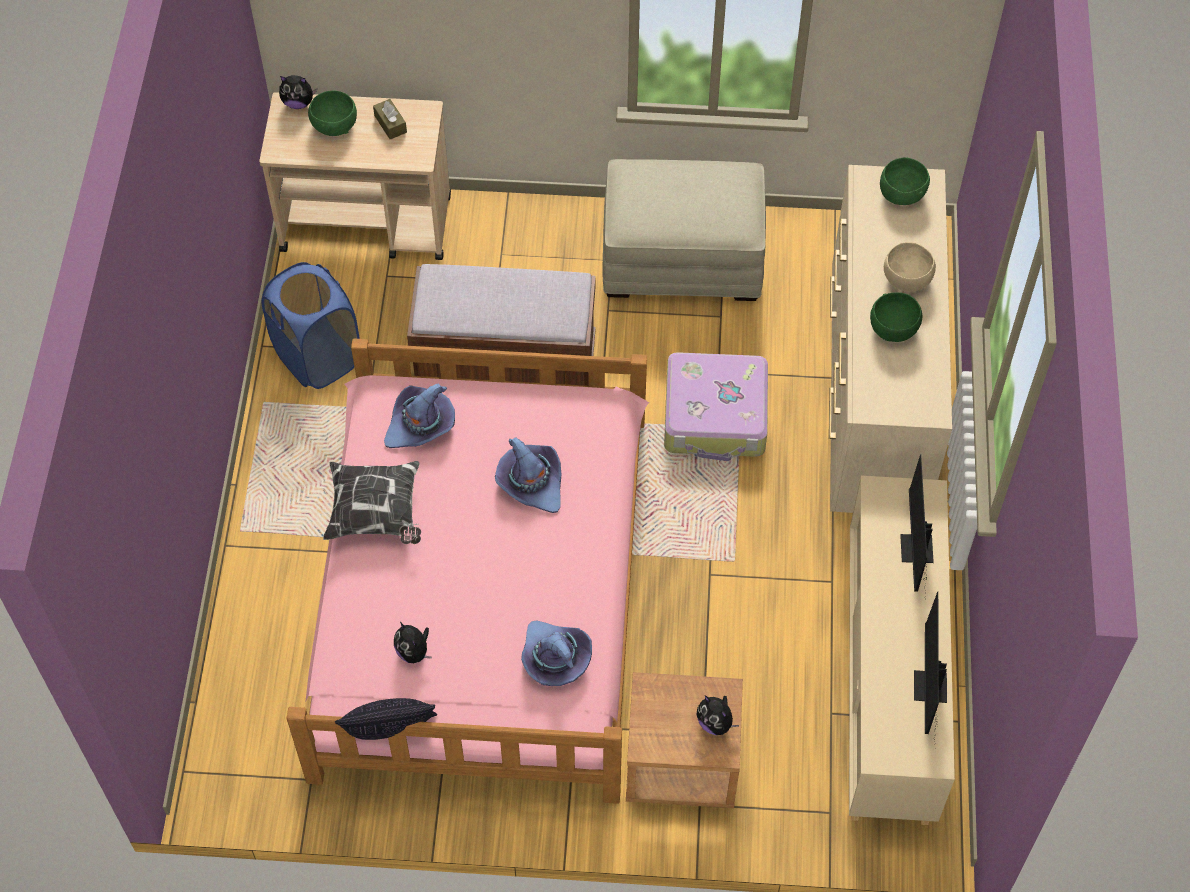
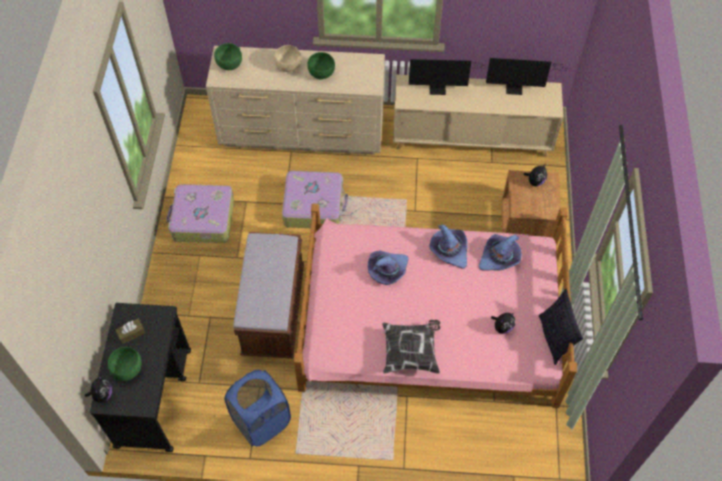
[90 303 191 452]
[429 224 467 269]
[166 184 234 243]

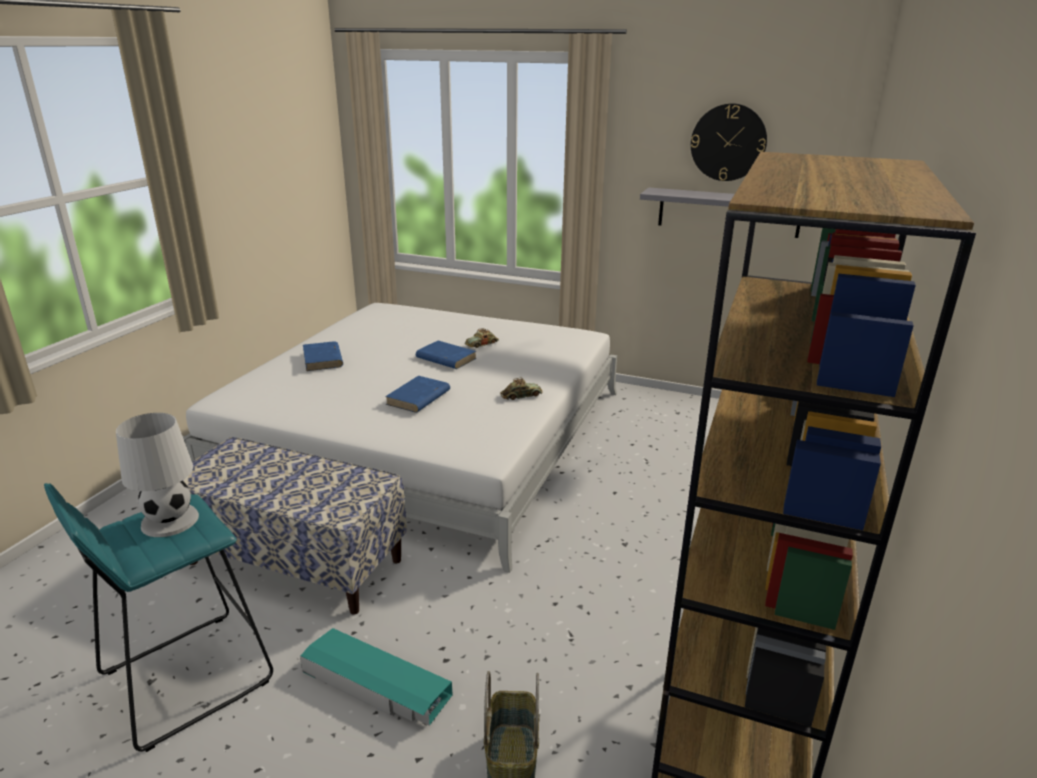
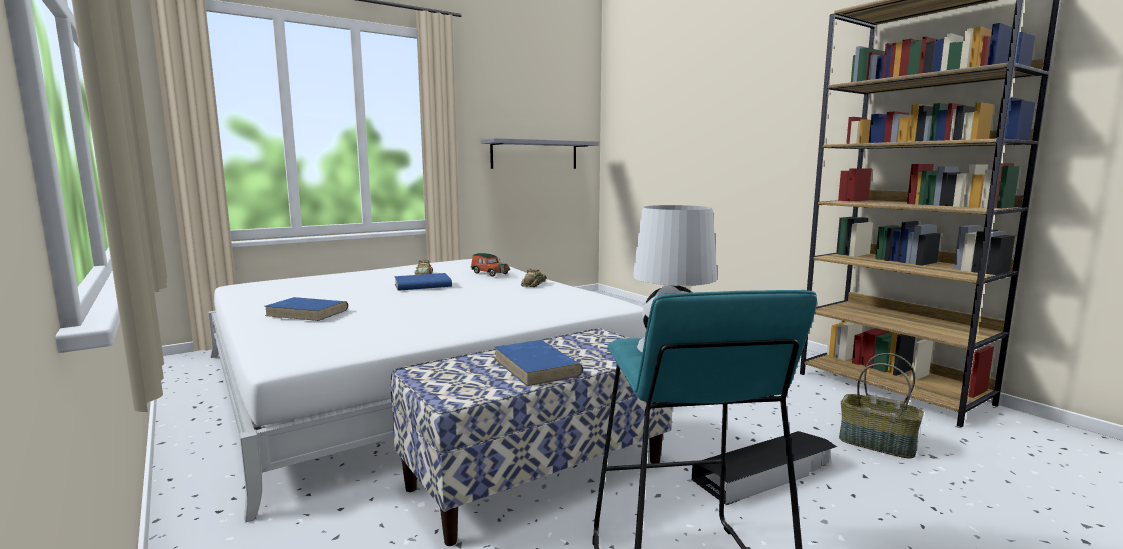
[692 431 837 505]
[494 340 583 386]
[691 103 767 181] (first image)
[471 253 510 277]

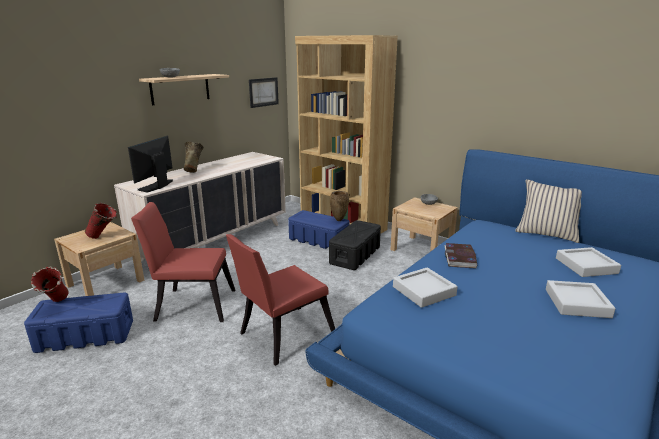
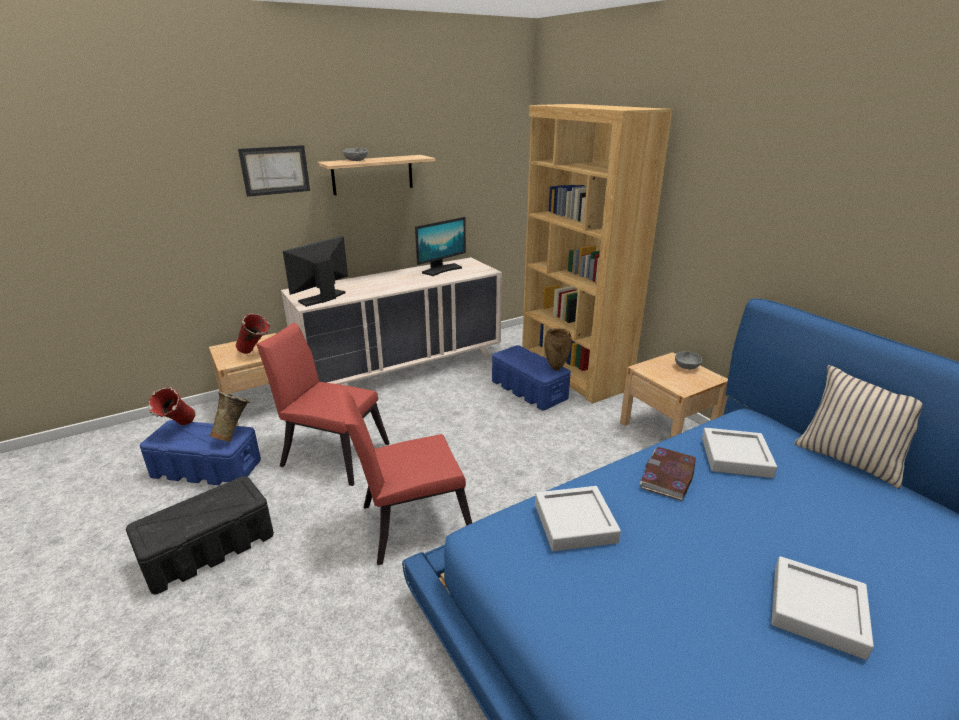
[210 392 250 442]
[238 145 310 197]
[126 476 274 594]
[702 428 777 478]
[415 217 466 276]

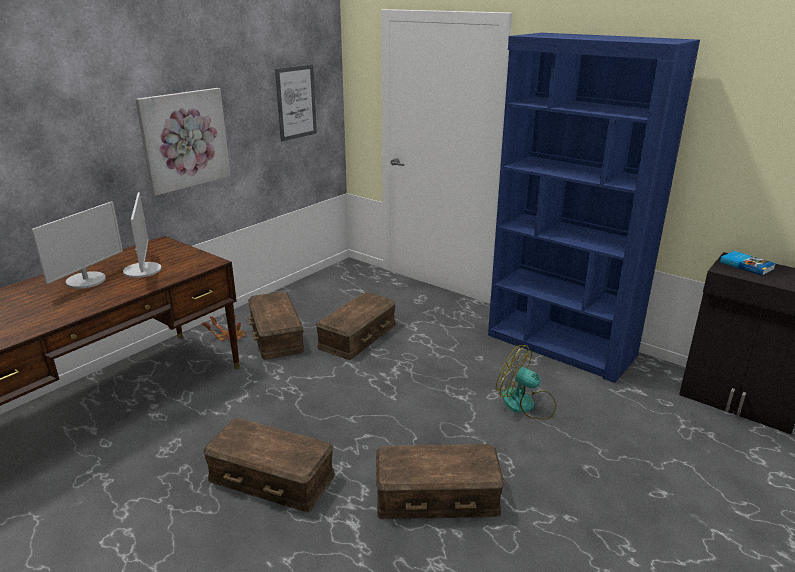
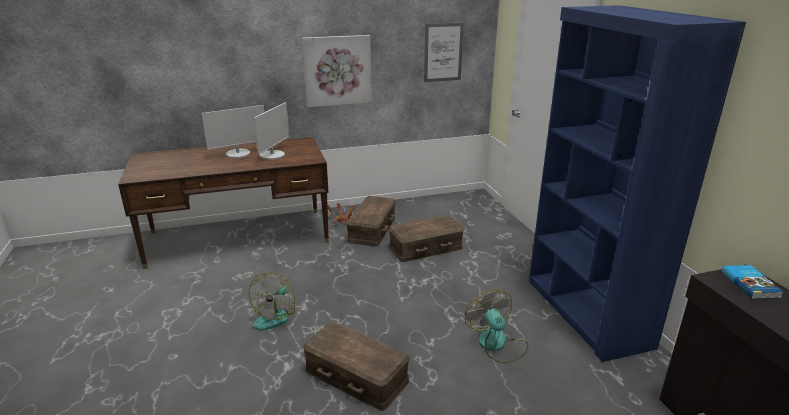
[249 272 295 330]

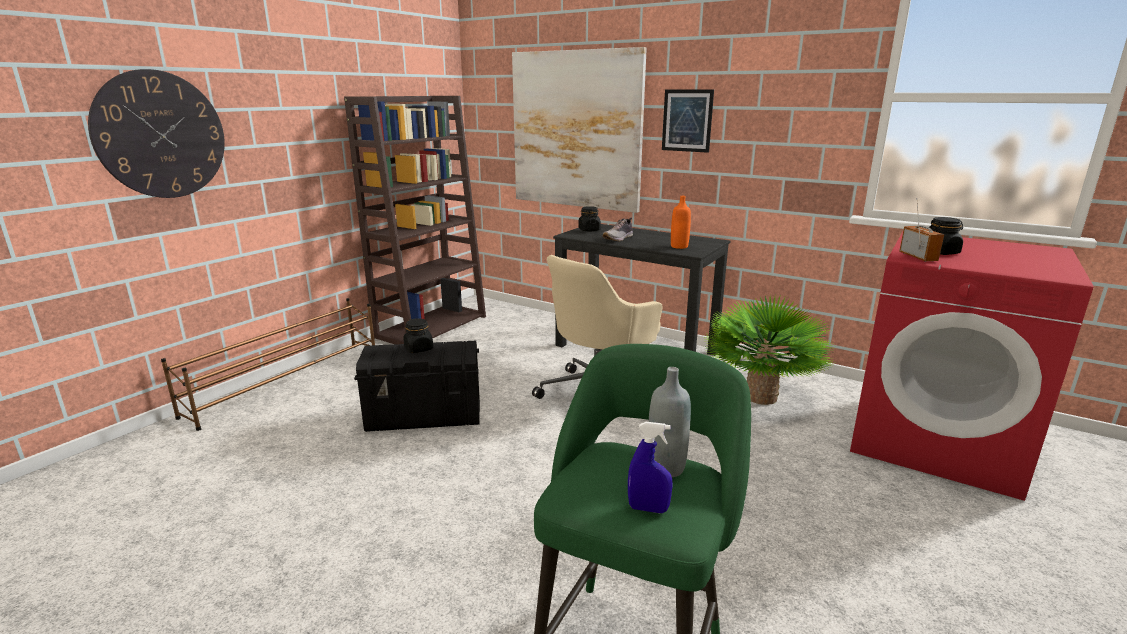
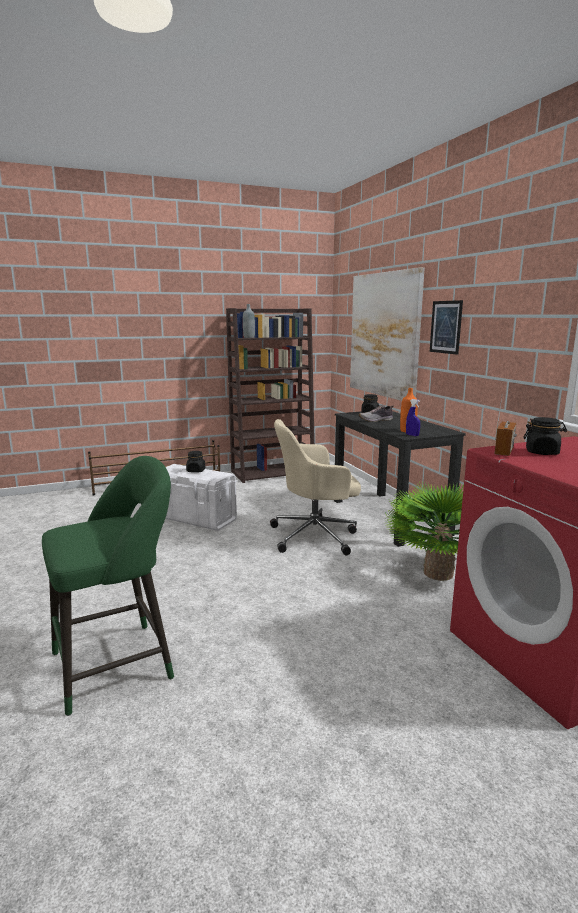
[88 69 225 198] (first image)
[165 464 238 531]
[406 399 420 436]
[243 304 255 338]

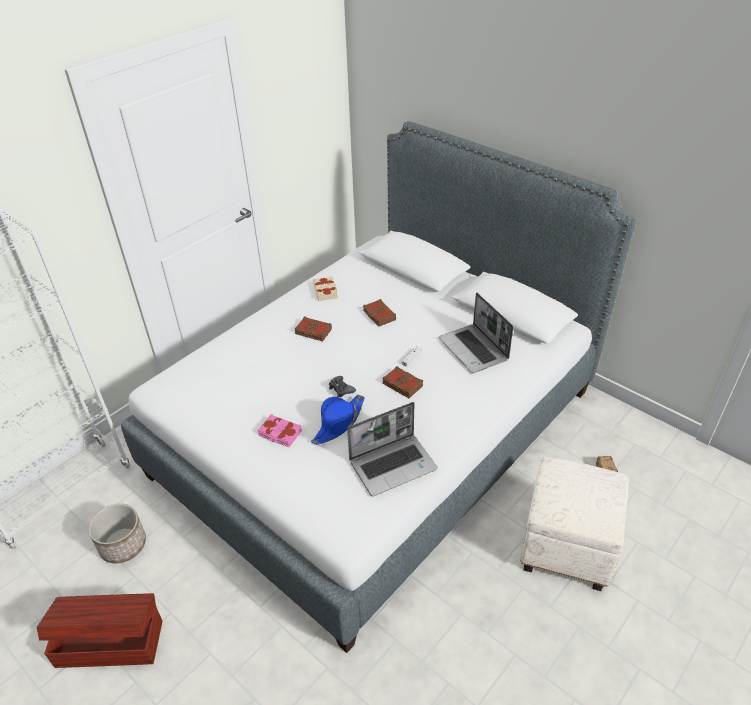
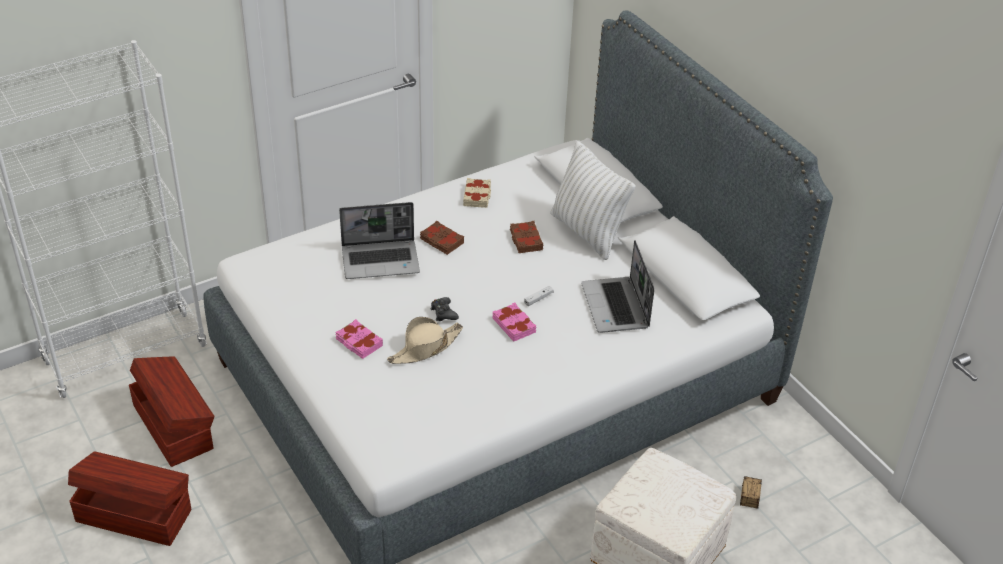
[129 356 214 467]
[387 317 463 364]
[339 202 420 279]
[492 303 536 342]
[550 141 636 260]

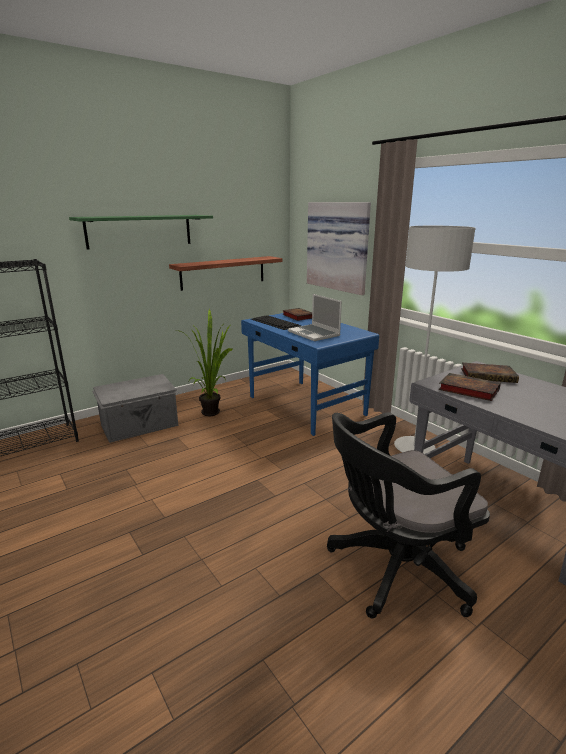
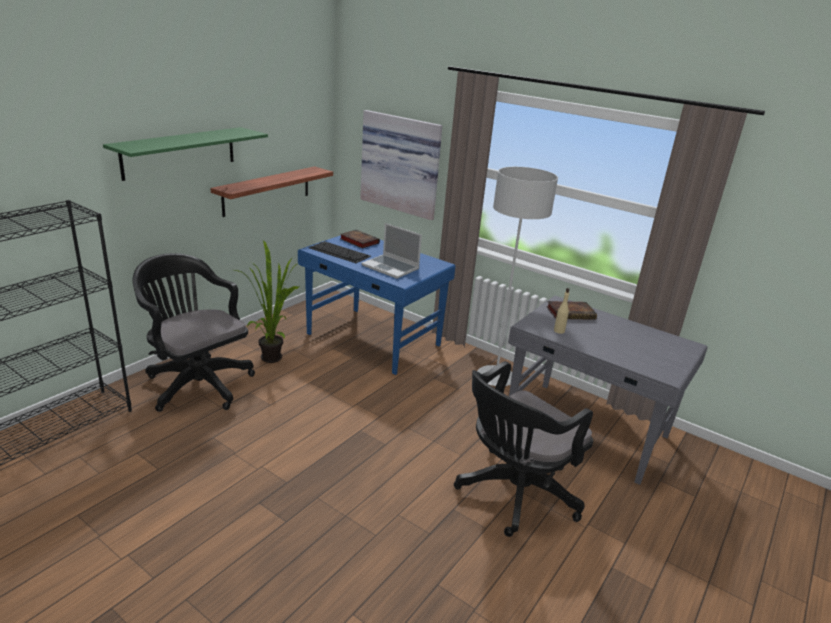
[132 253 255 412]
[554 288 570 334]

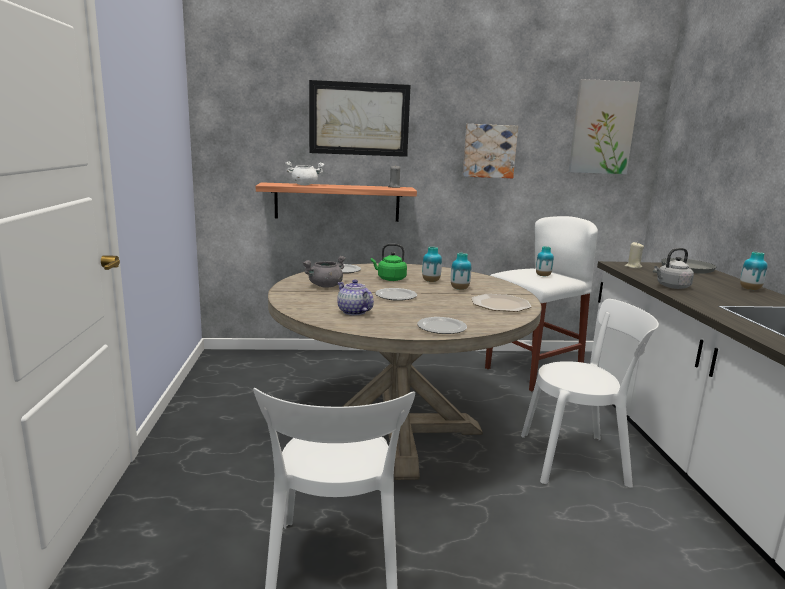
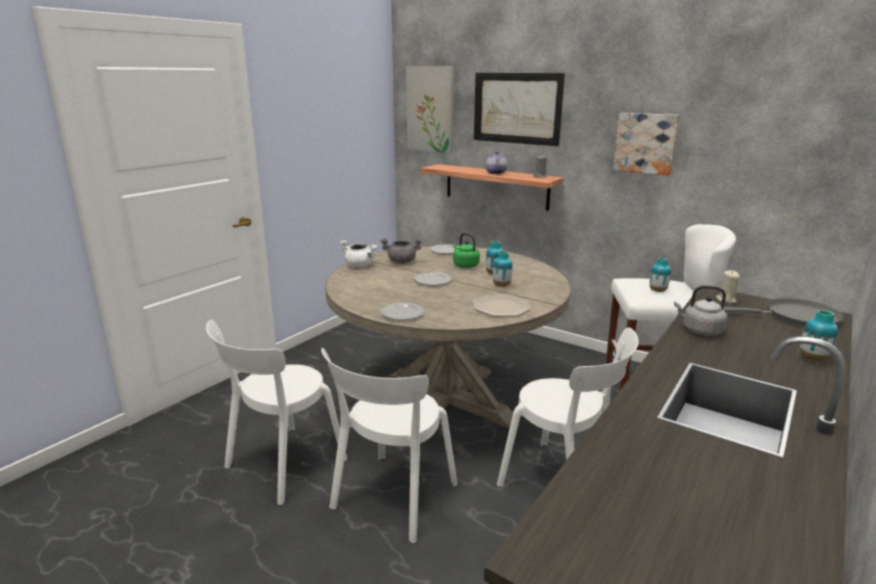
[340 240 378 267]
[486 151 507 174]
[406 66 454 153]
[321 348 458 543]

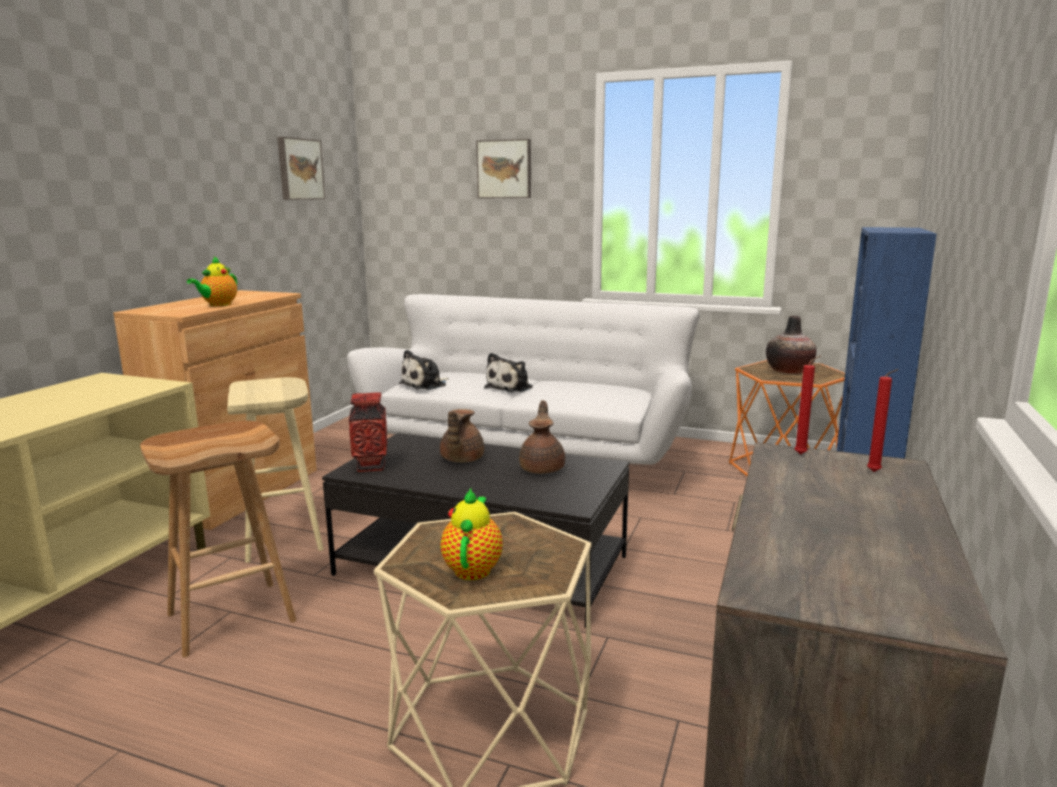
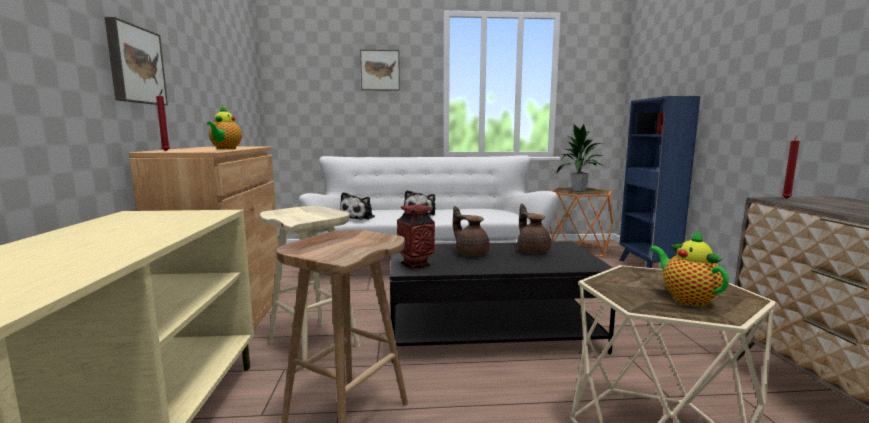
[105 17 168 105]
[453 206 490 256]
[556 123 607 192]
[156 90 170 151]

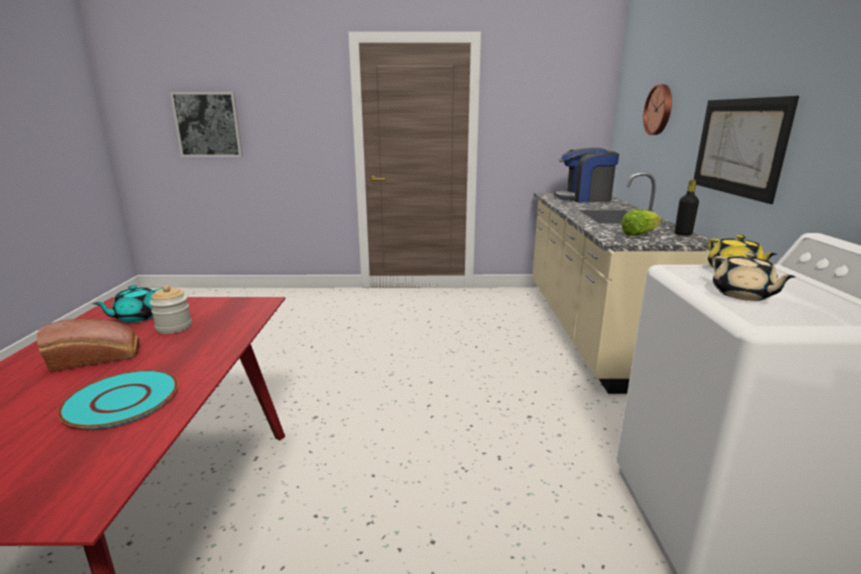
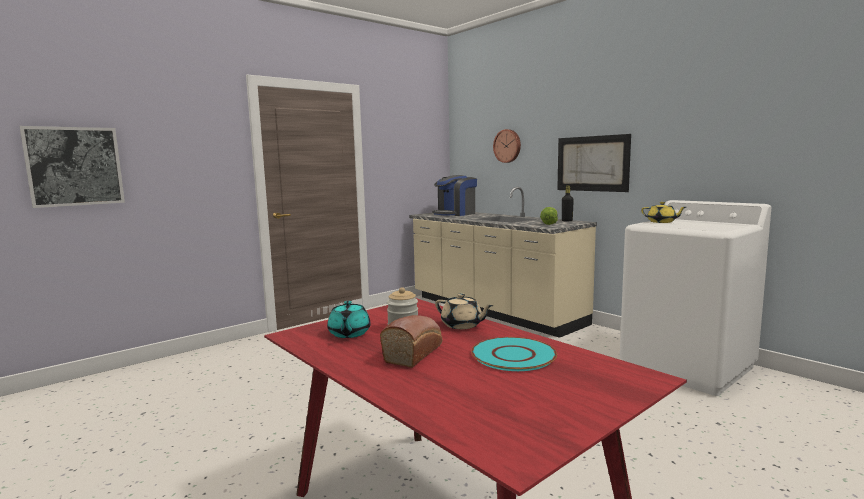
[435 293 493 329]

